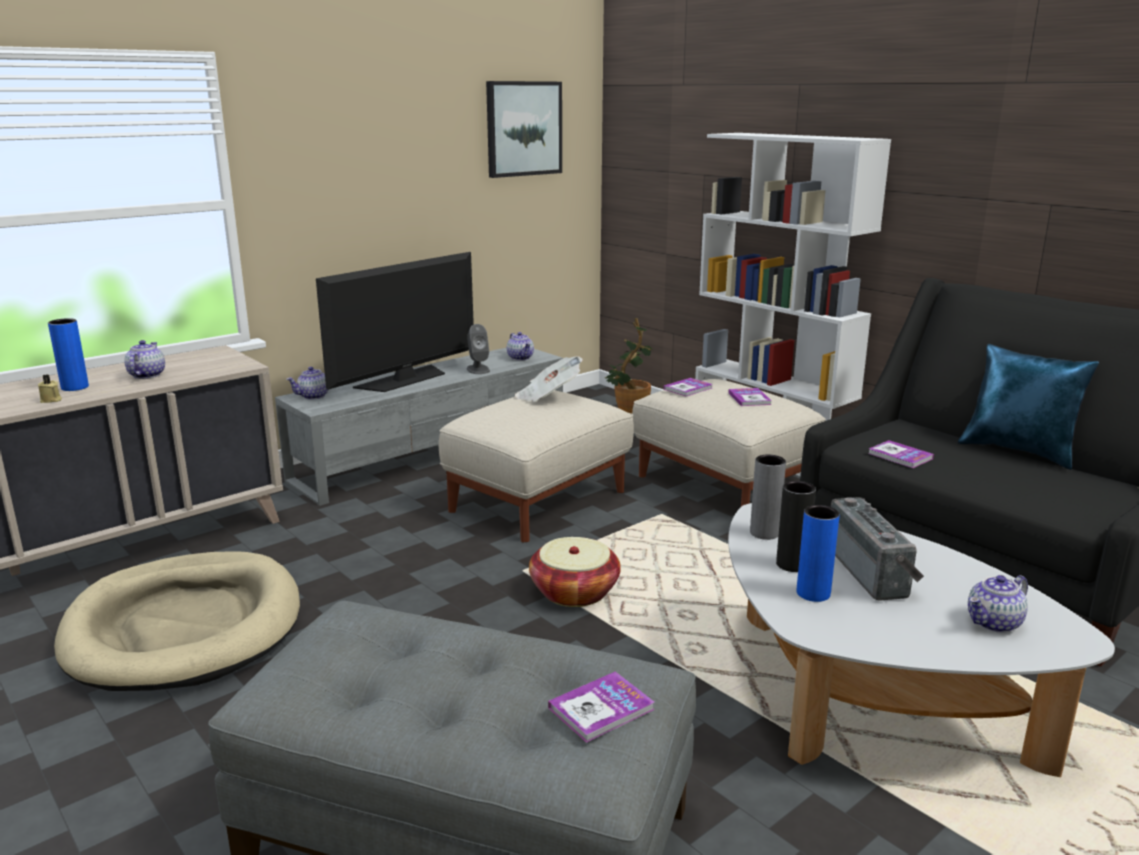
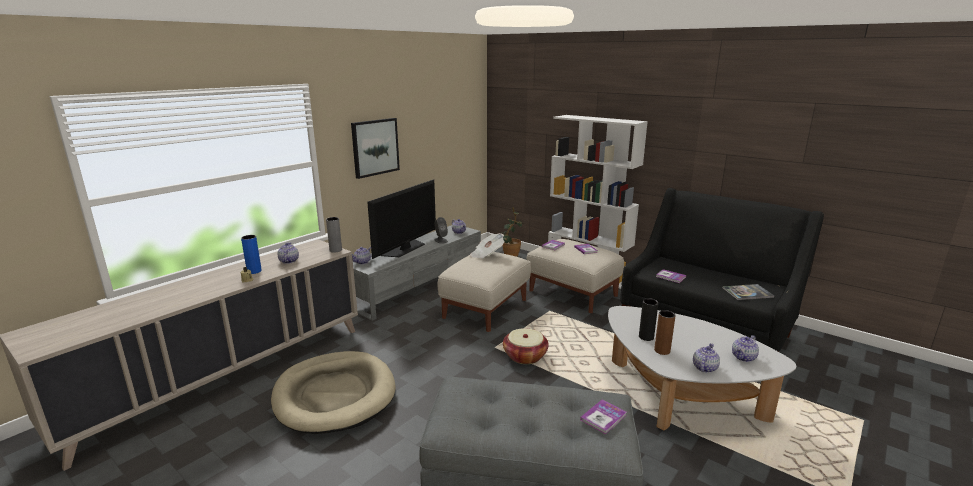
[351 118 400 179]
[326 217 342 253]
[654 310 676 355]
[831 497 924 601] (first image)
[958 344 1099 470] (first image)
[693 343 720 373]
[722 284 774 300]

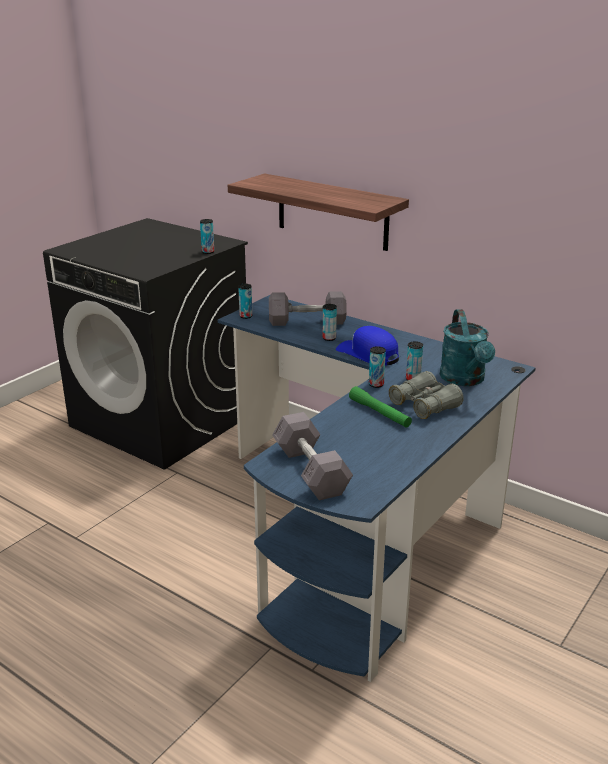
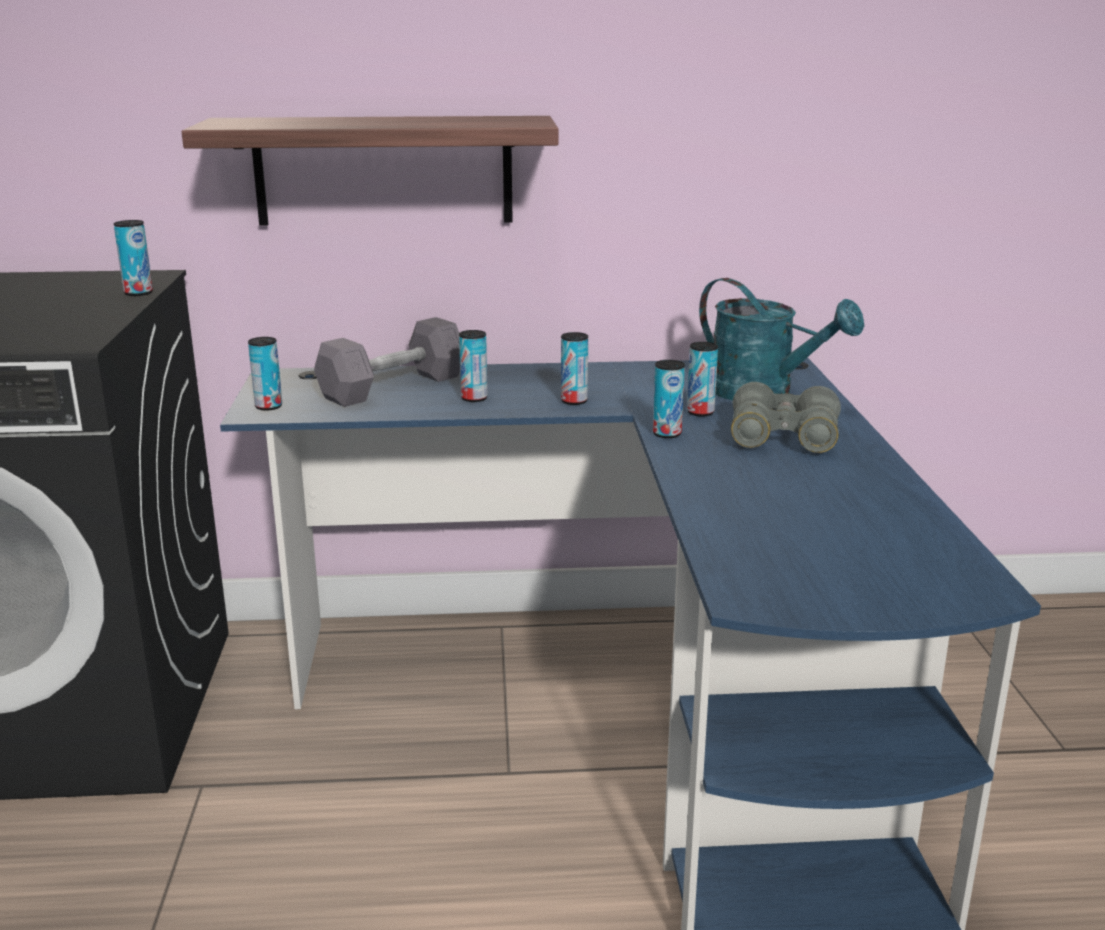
[272 412 353 500] (first image)
[561 332 588 405]
[349 386 412 428] (first image)

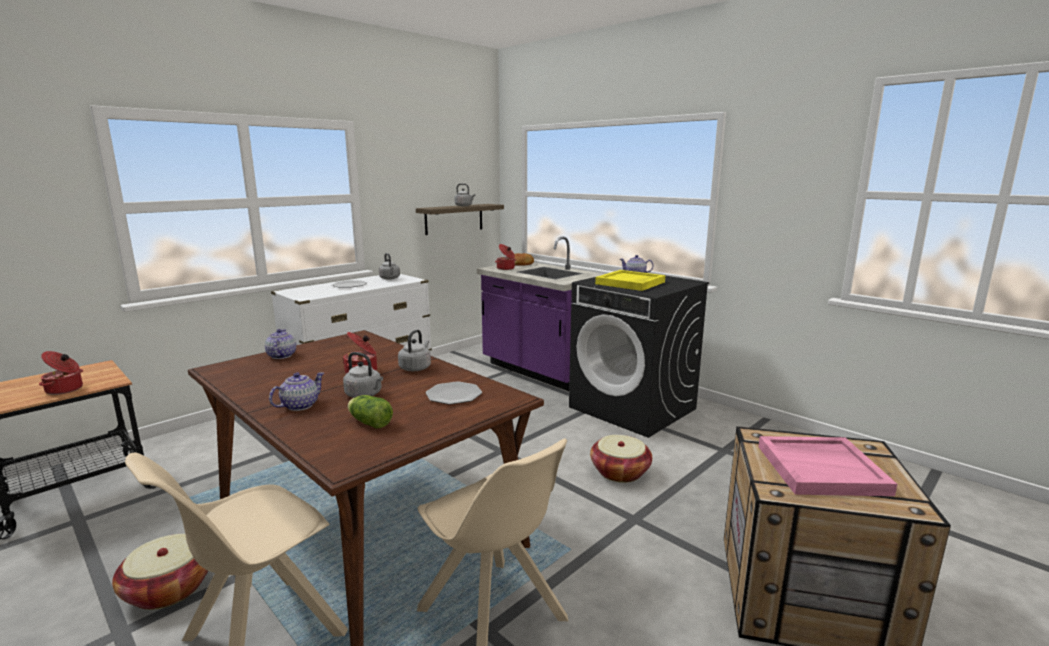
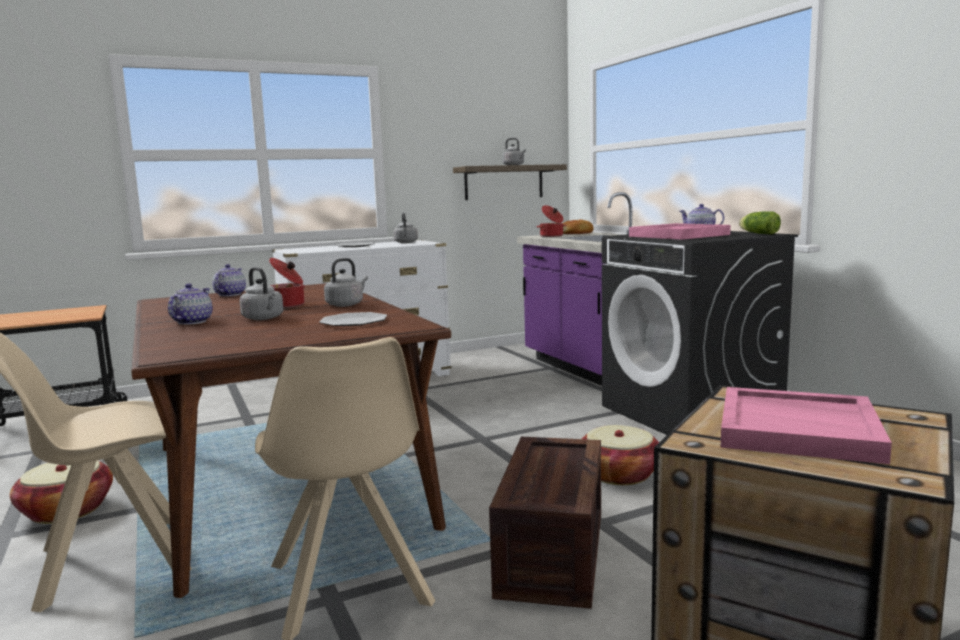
[39 351 83 395] (first image)
[168 283 212 325]
[739 211 781 234]
[629 223 731 240]
[489 437 601 609]

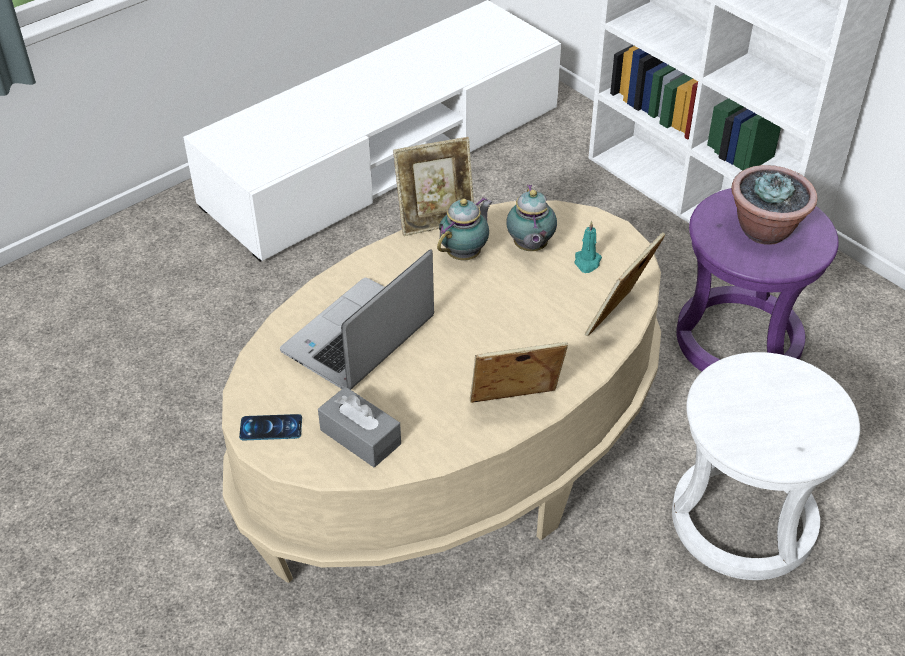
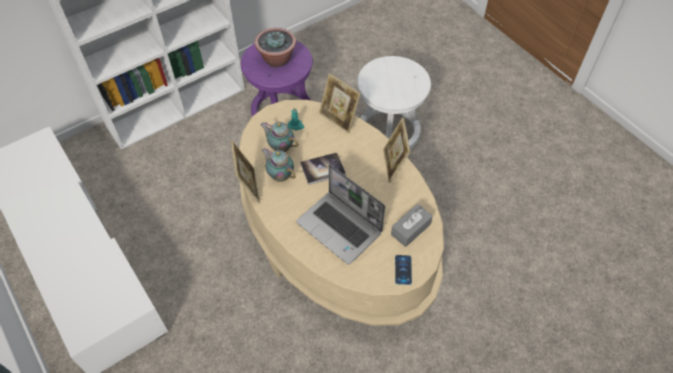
[260 122 299 152]
[300 153 346 185]

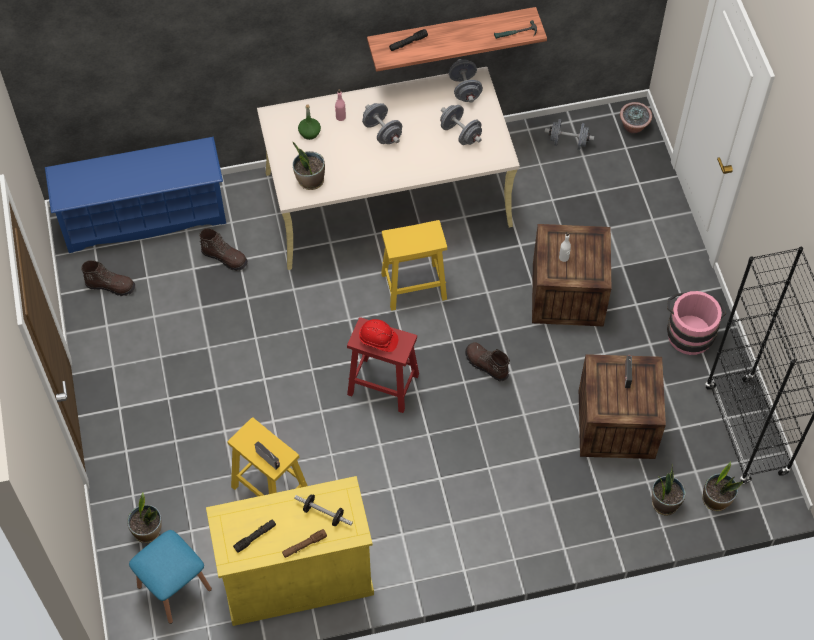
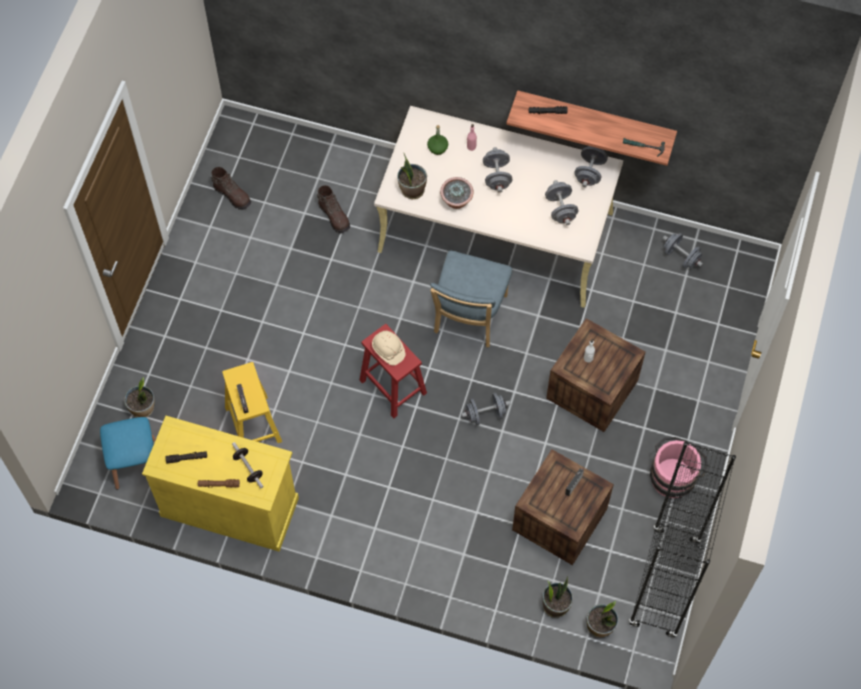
[45 137 226 253] (first image)
[372 331 405 365]
[430 251 512 347]
[461 393 511 425]
[440 177 474 209]

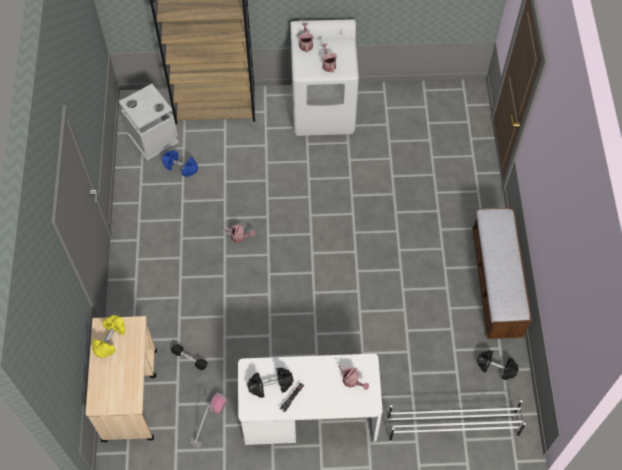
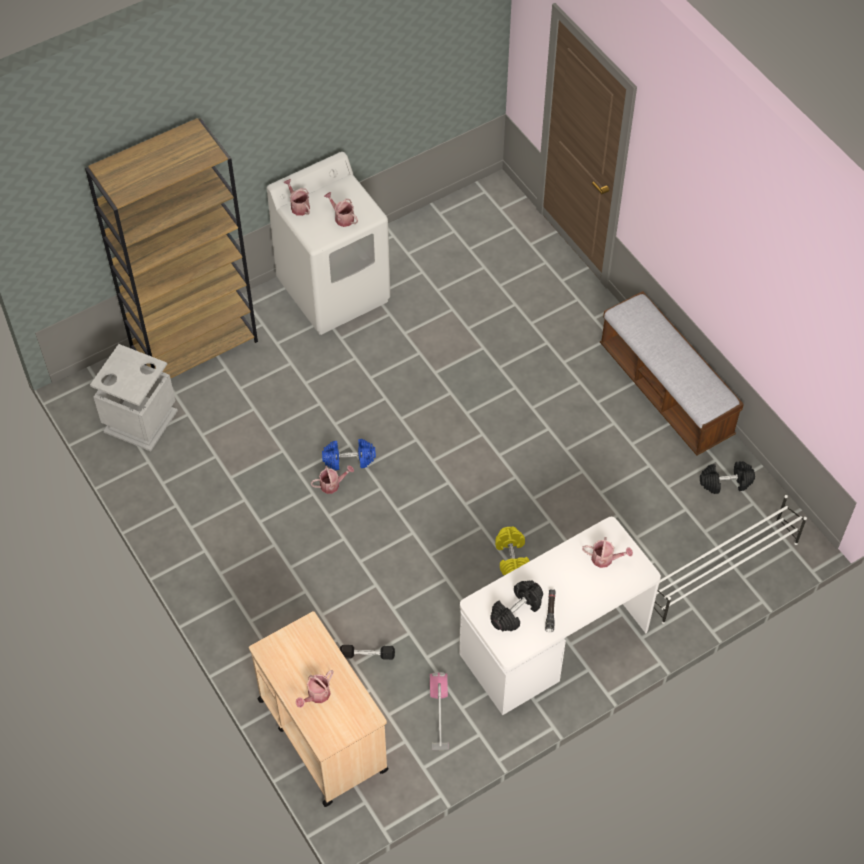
[495 526 529 575]
[322 439 376 470]
[296 670 333 708]

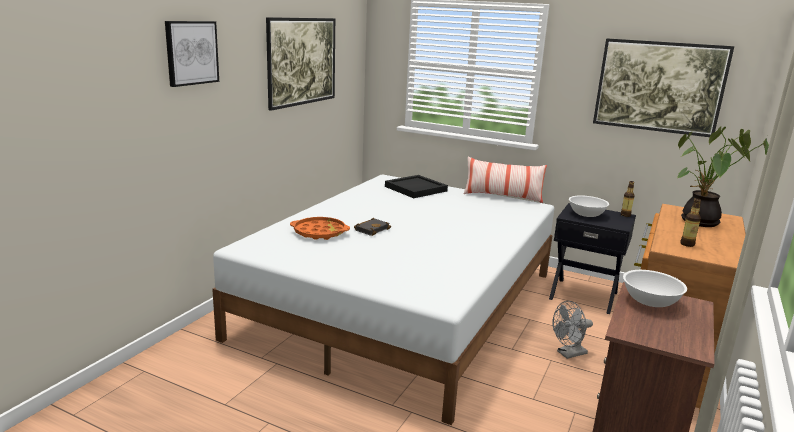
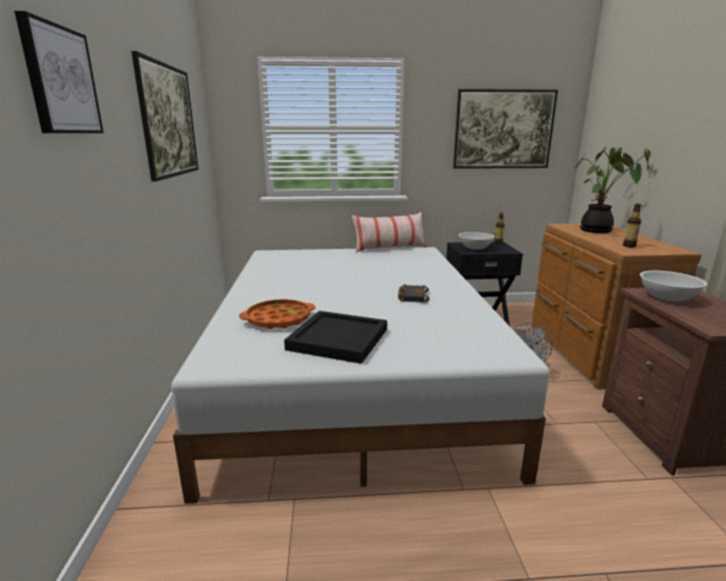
[398 284 429 303]
[284 311 387 364]

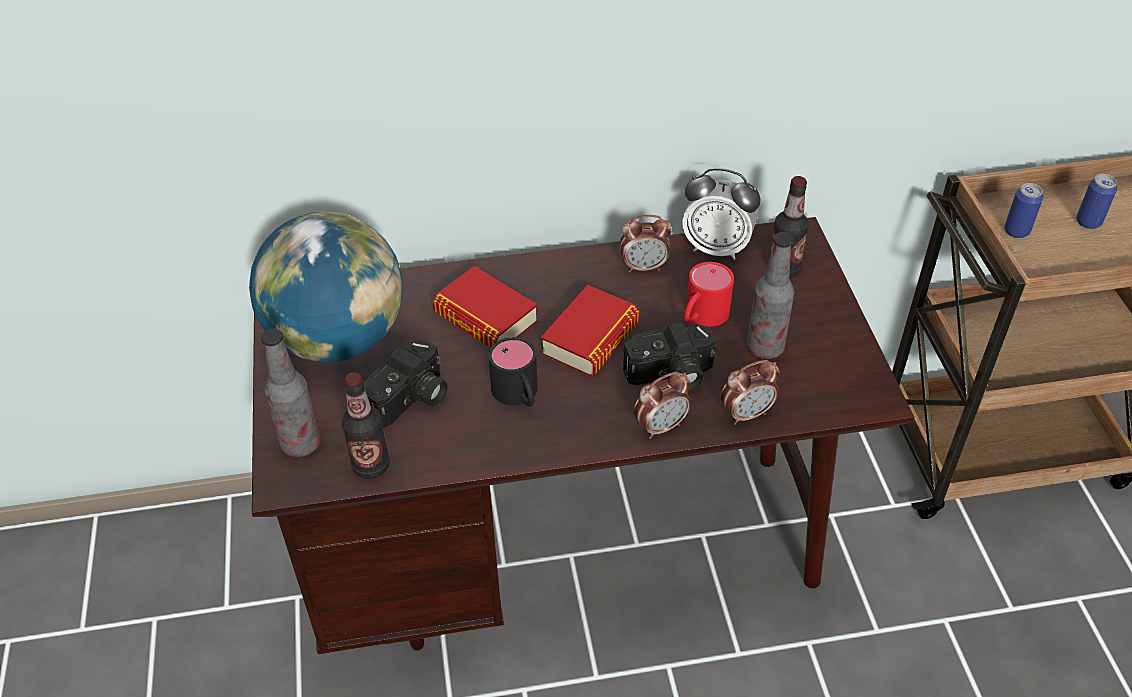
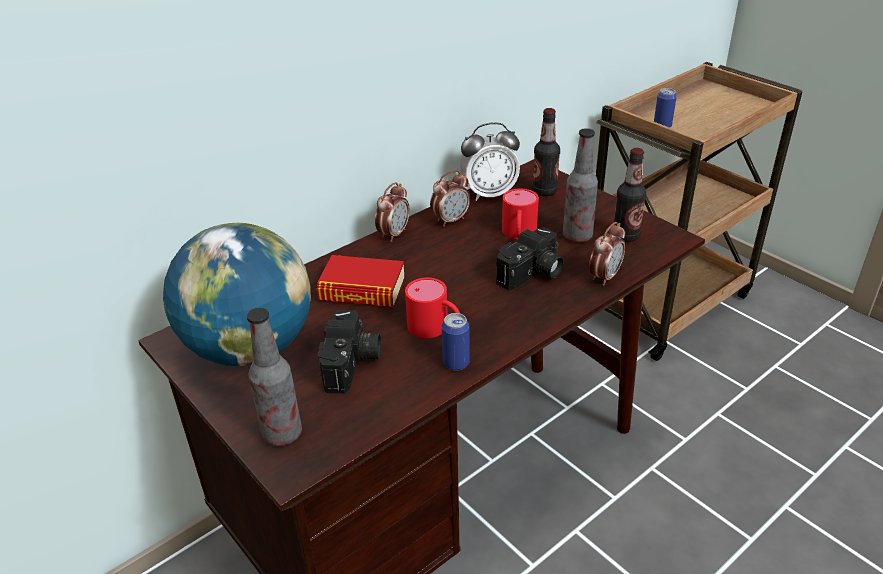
[614 148 646 242]
[405 278 460 338]
[541 285 640 377] (first image)
[375 182 409 242]
[442 313 470 371]

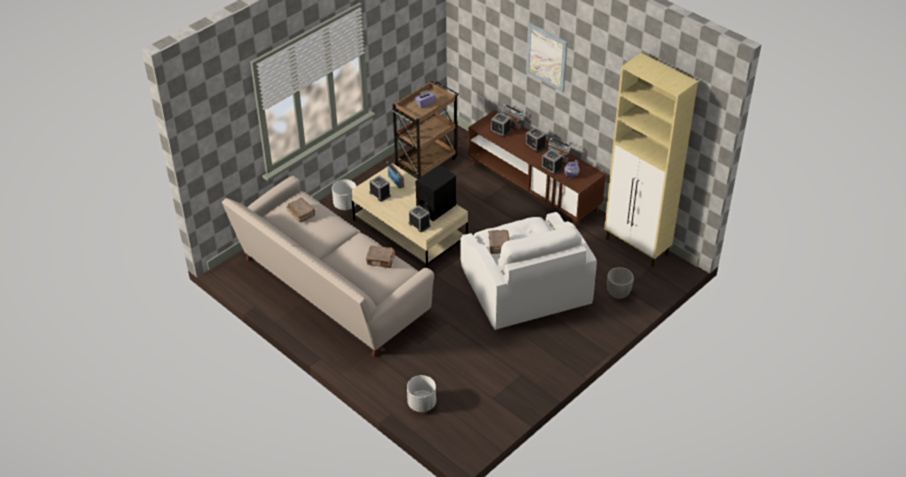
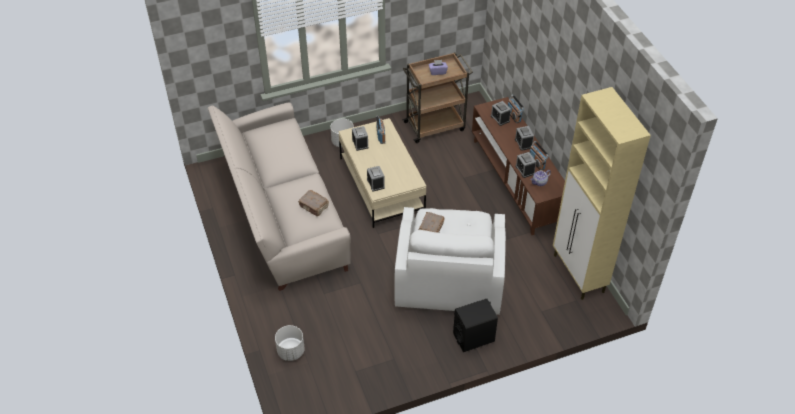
[286 198 316 222] (first image)
[453 299 498 352]
[526 23 568 92] (first image)
[607 267 634 299] (first image)

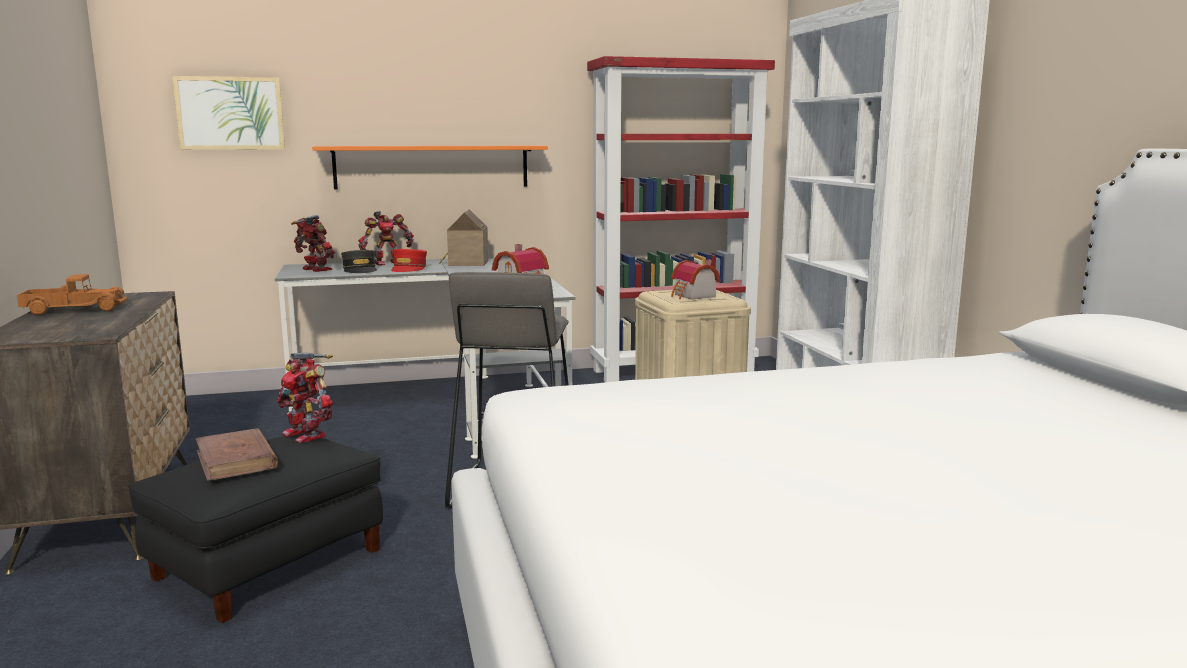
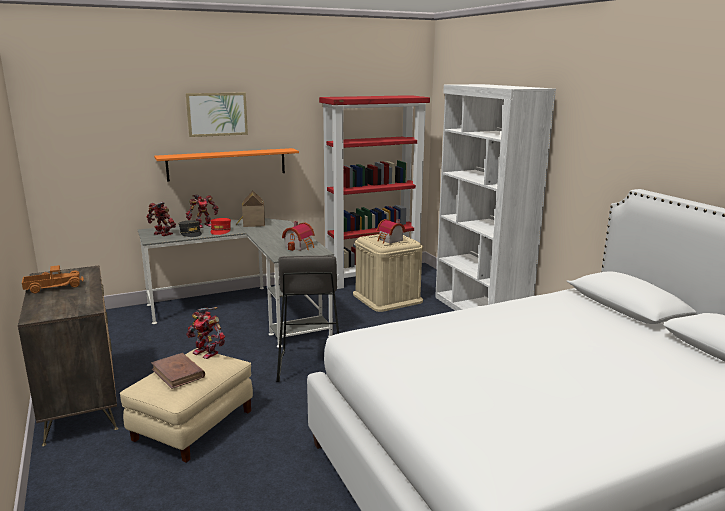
[120 348 253 463]
[186 93 248 137]

